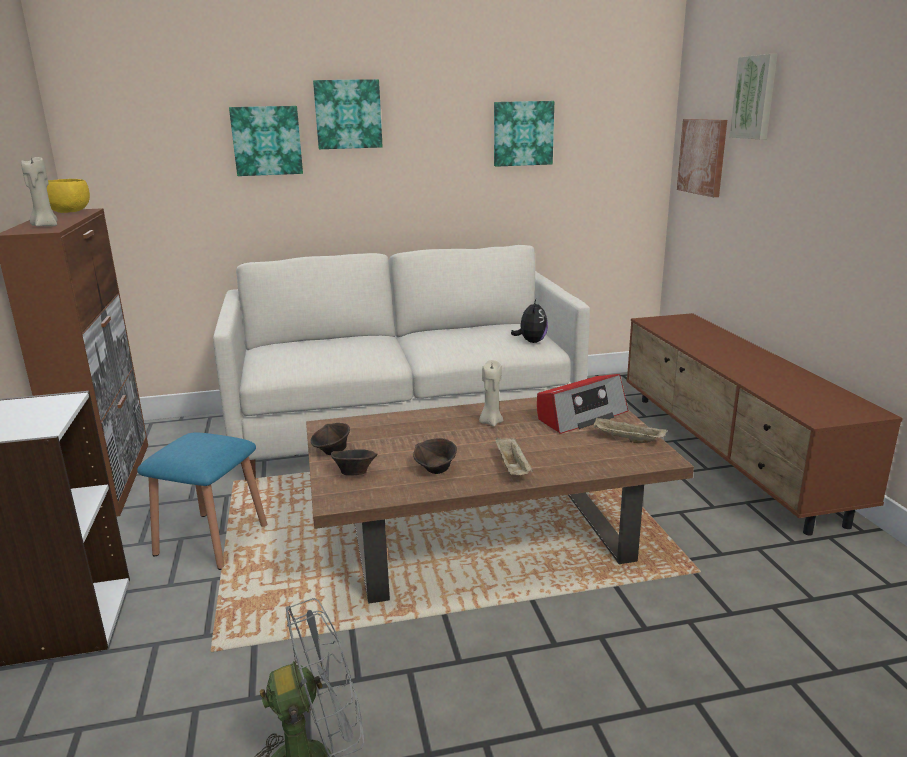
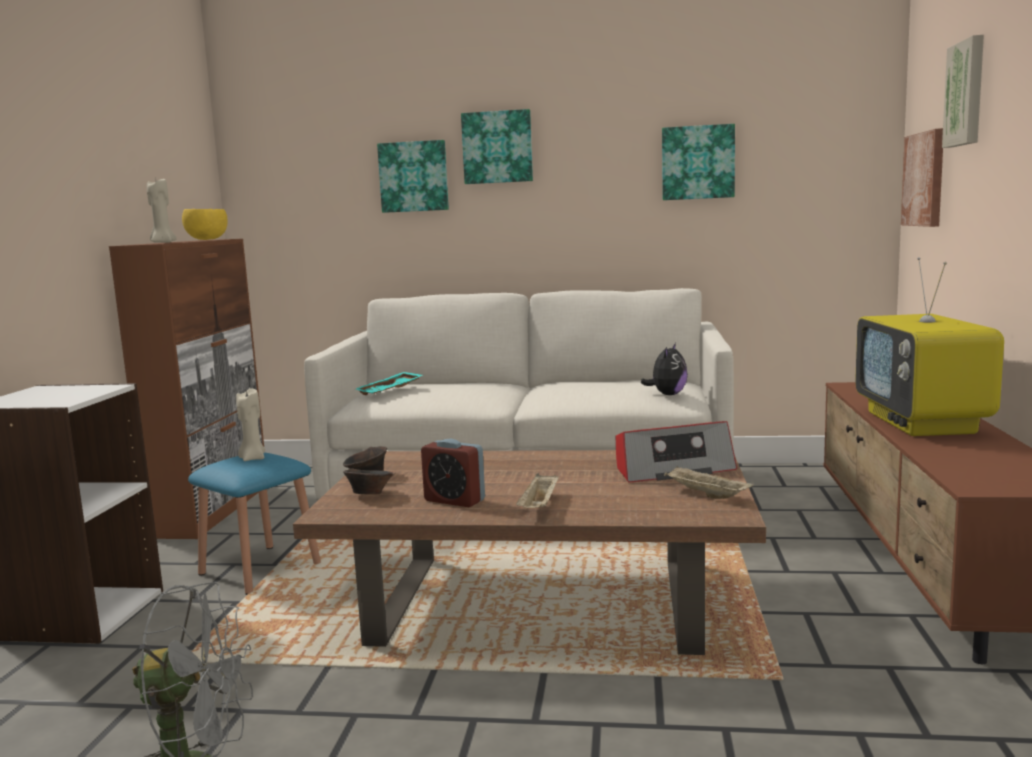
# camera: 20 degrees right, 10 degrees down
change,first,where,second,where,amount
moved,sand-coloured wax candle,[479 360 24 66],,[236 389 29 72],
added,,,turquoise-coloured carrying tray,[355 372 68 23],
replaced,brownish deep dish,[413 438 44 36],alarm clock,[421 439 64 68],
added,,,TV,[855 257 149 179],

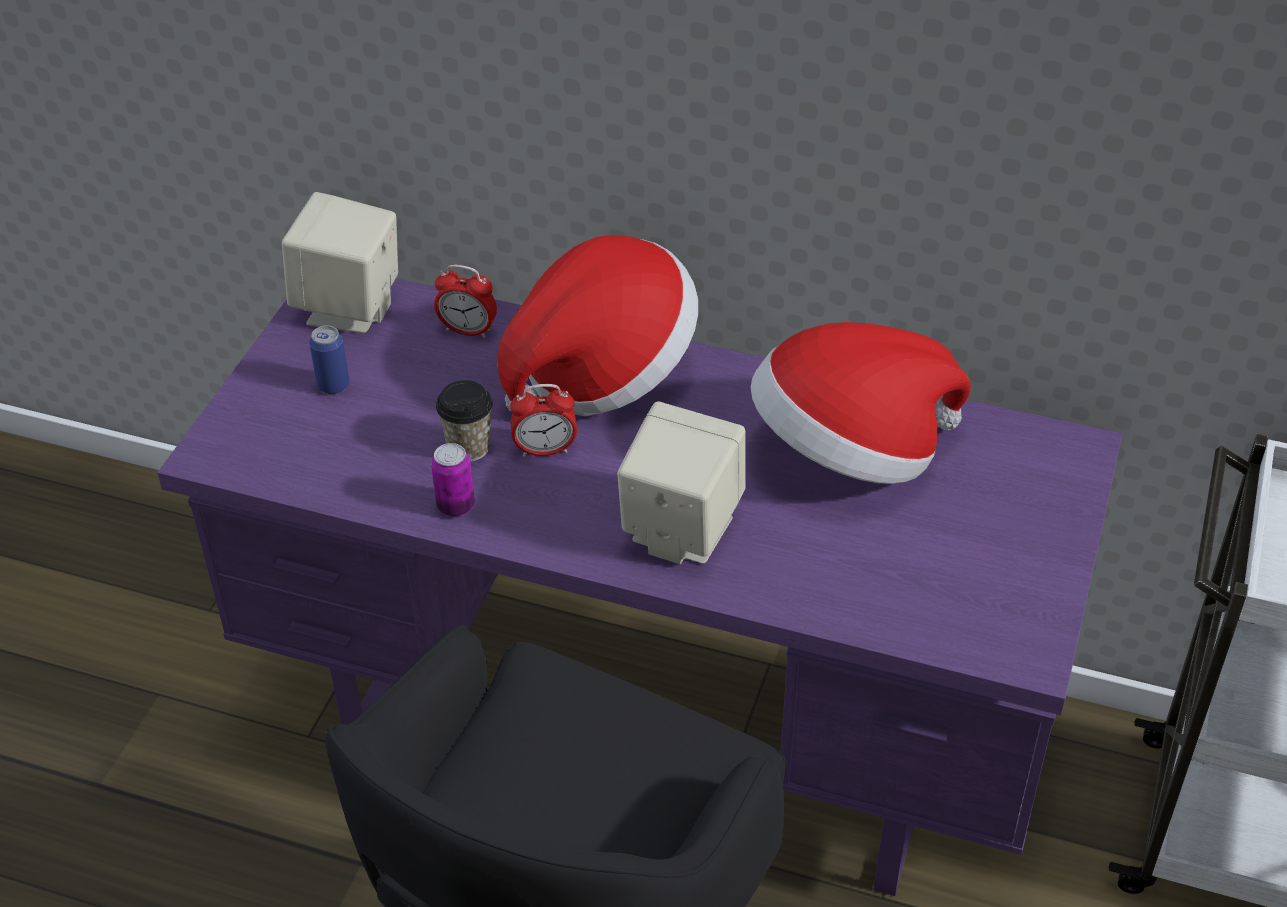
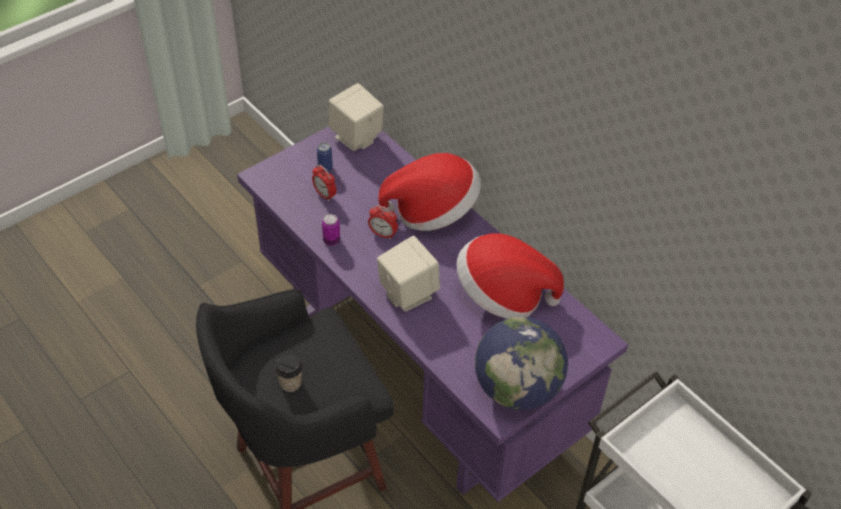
# camera: 30 degrees right, 5 degrees up
change,first,where,second,where,amount
moved,cup,[436 380 57 82],,[275 354 28 38],
moved,alarm clock,[434 264 63 74],,[312 165 24 37],
added,,,desk globe,[475 317 93 93],

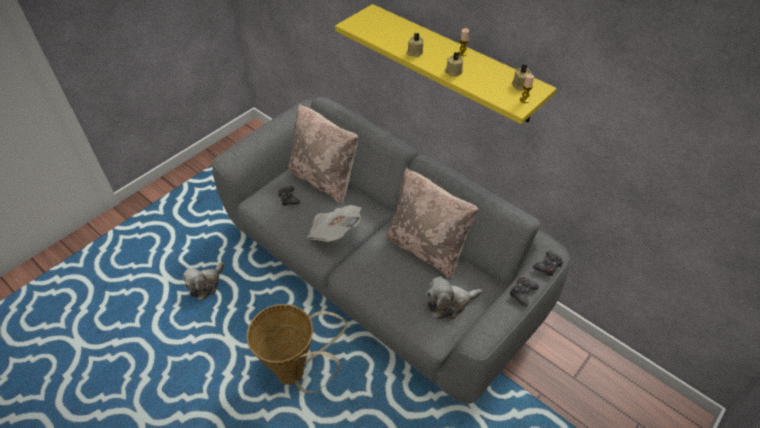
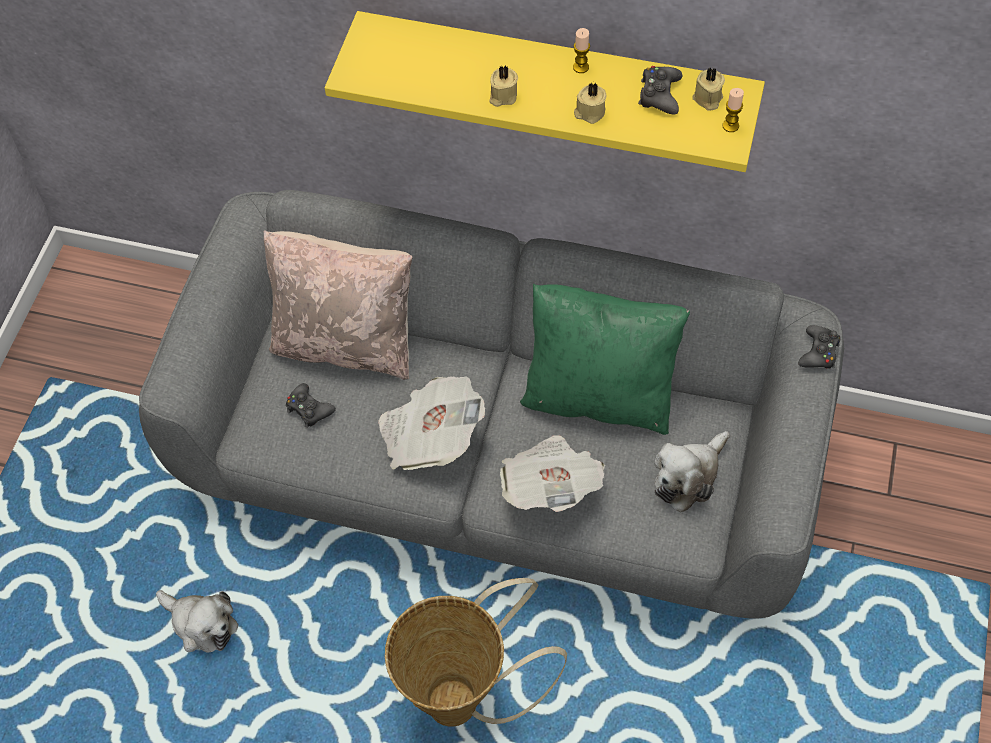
# camera: 25 degrees left, 10 degrees up
change,first,where,second,where,amount
turned,cuddly toy,[183 262 41 38],,[156 590 82 62],60 degrees counterclockwise
added,,,newspaper,[500 435 105 77],
recoloured,sand-coloured throw pillow,[386 168 92 111],green throw pillow,[520 284 170 151],
moved,black game controller,[509 277 30 30],,[638 66 44 48],

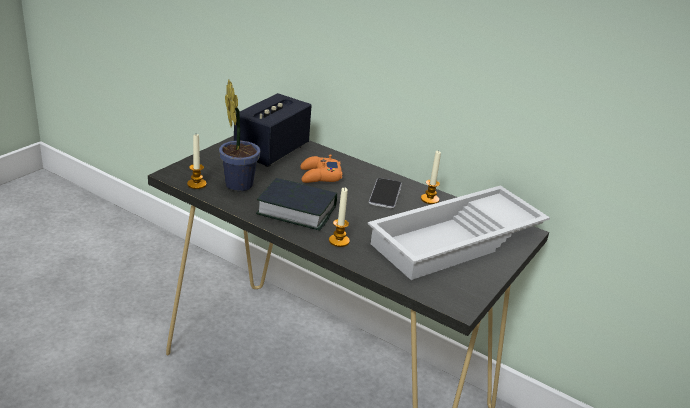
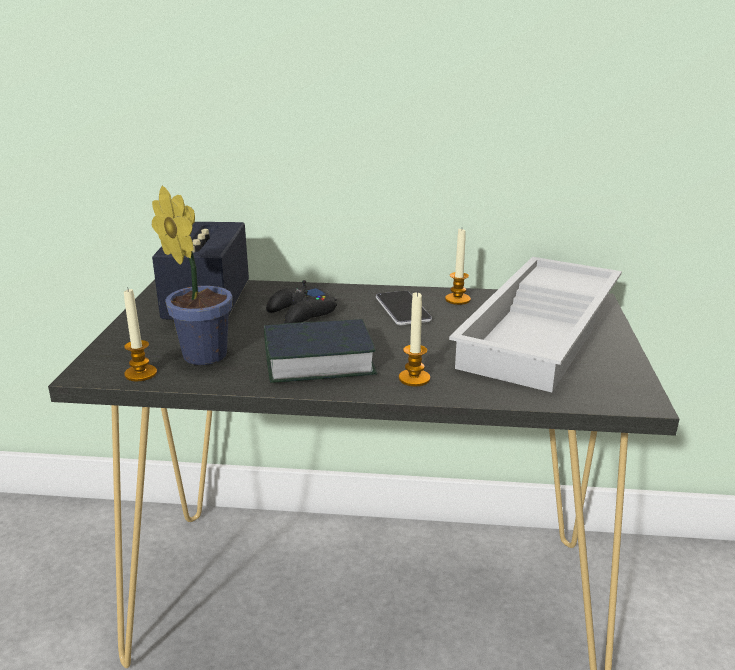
# camera: 25 degrees left, 5 degrees down
change,first,where,second,where,amount
recoloured,orangey game controller,[300 154 42 29],black game controller,[266 280 71 43],

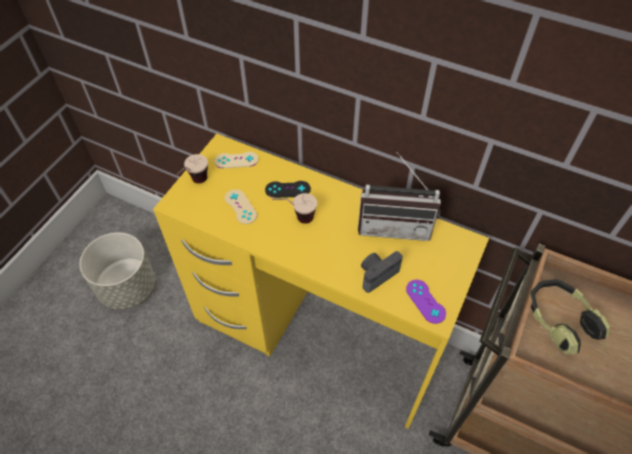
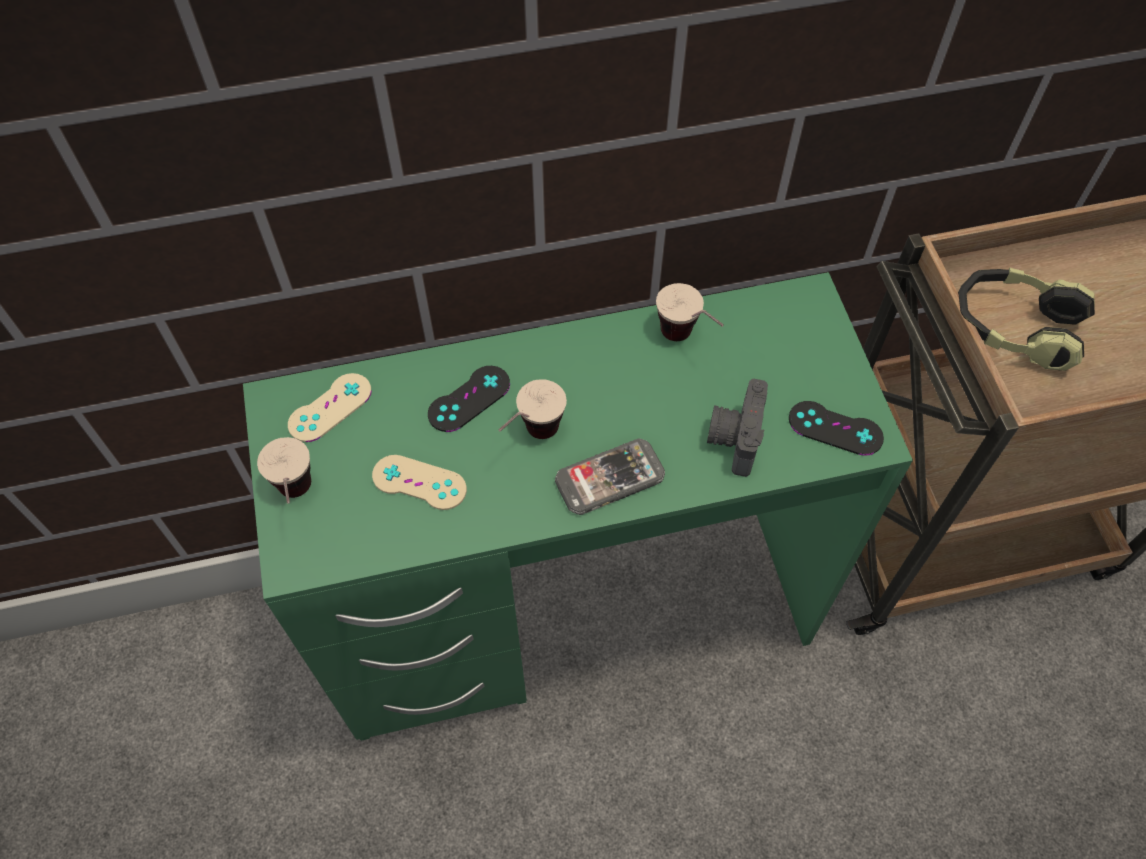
# camera: 40 degrees left, 5 degrees up
change,first,where,second,where,amount
recoloured,yellowish desk,[153 134 336 295],green desk,[243 272 670 469],
added,,,telephone,[555 438 110 77],
replaced,radio,[358 152 83 89],cup,[656 283 68 58],
recoloured,purple game controller,[406 280 40 44],black game controller,[789 401 95 55],
removed,gray flower pot,[80 232 75 78],,,

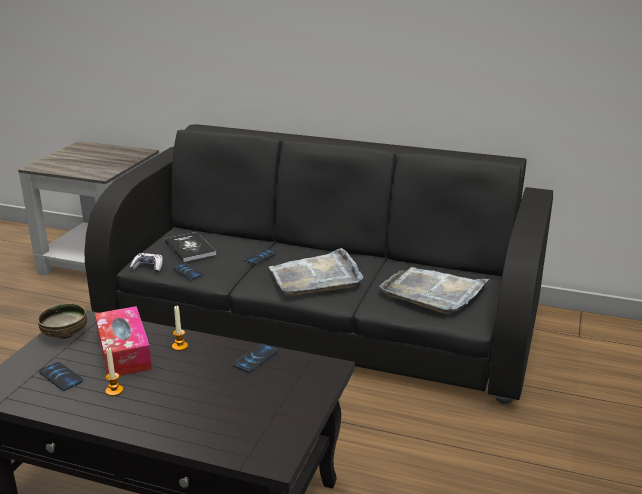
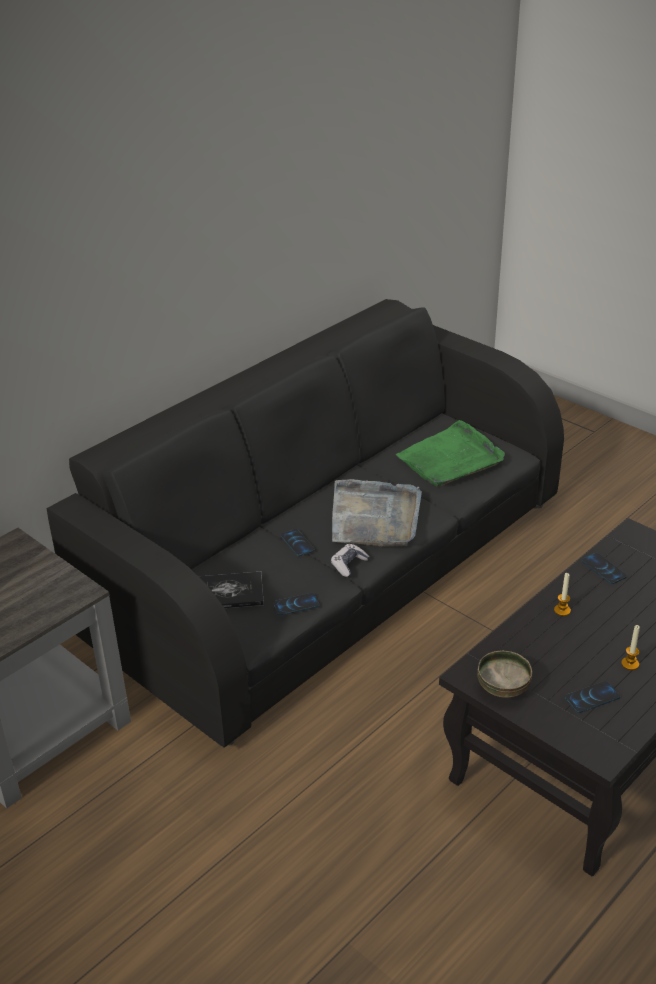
# camera: 65 degrees left, 10 degrees up
change,first,where,second,where,amount
moved,game controller,[130 253 33 19],,[331 544 38 33],
recoloured,gray carrying tray,[379 267 110 47],green carrying tray,[396 420 109 67],
removed,box of tissues,[95 306 57 70],,,

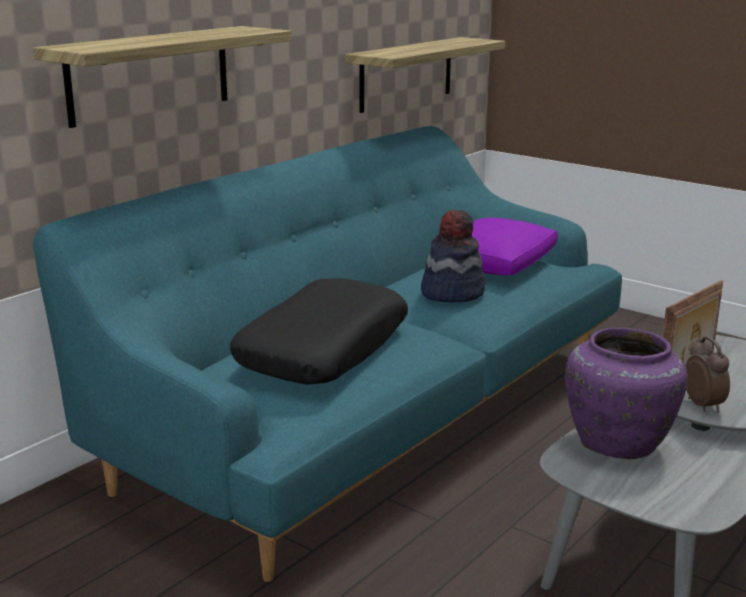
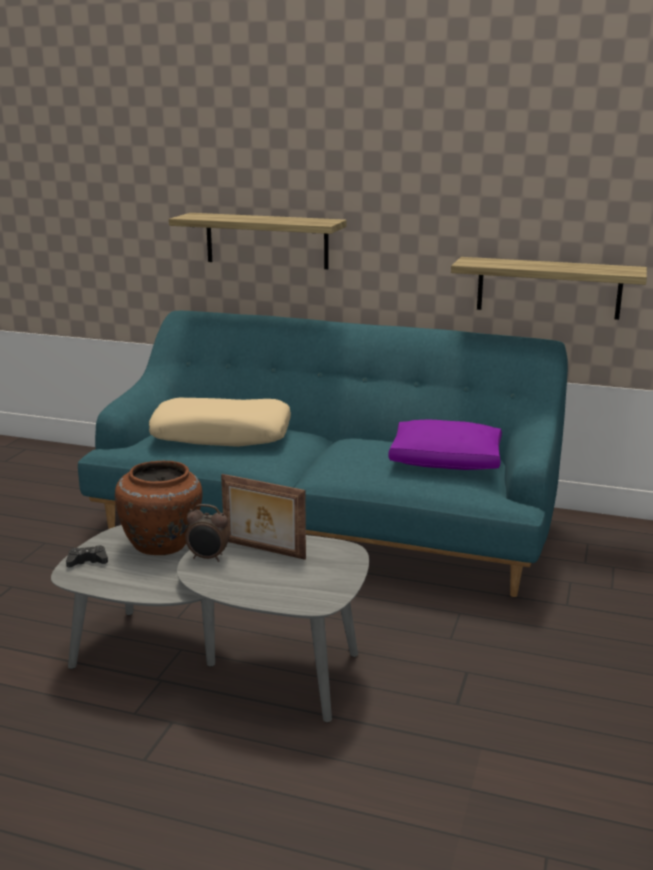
# camera: 70 degrees right, 0 degrees up
change,first,where,second,where,amount
added,,,black game controller,[66 545 42 22],
recoloured,purple decorative vase,[565 328 123 131],brownish decorative vase,[115 461 87 94],
recoloured,black throw pillow,[230 278 178 107],sand-coloured throw pillow,[149 398 142 49],
turned,alarm clock,[685 337 45 75],,[185 504 45 58],45 degrees clockwise
removed,hat,[421 210 64 93],,,

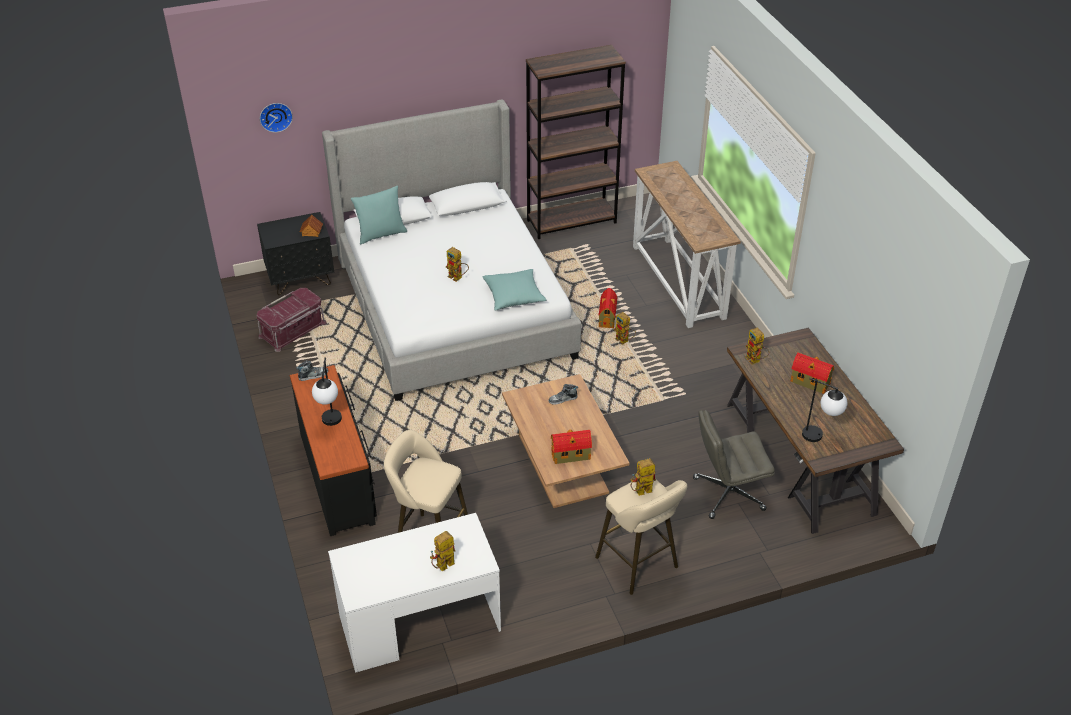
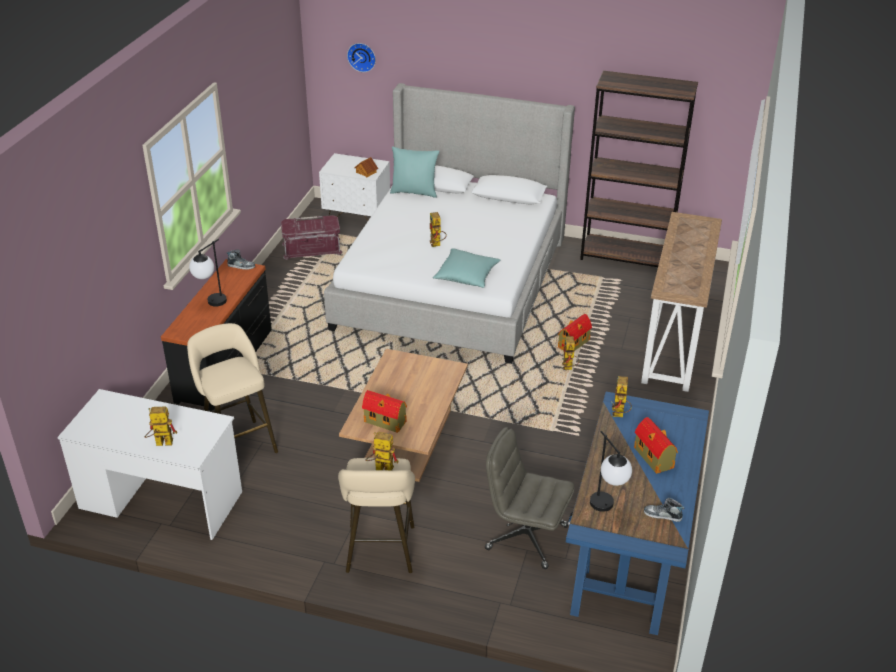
# camera: 35 degrees right, 5 degrees down
change,first,where,second,where,amount
recoloured,black night table,[257 212 77 83],white night table,[319 153 71 68],
recoloured,brownish desk,[727 327 177 207],bluish desk,[566 392 143 243],
moved,item of footwear,[549 384 29 21],,[644 498 40 24],

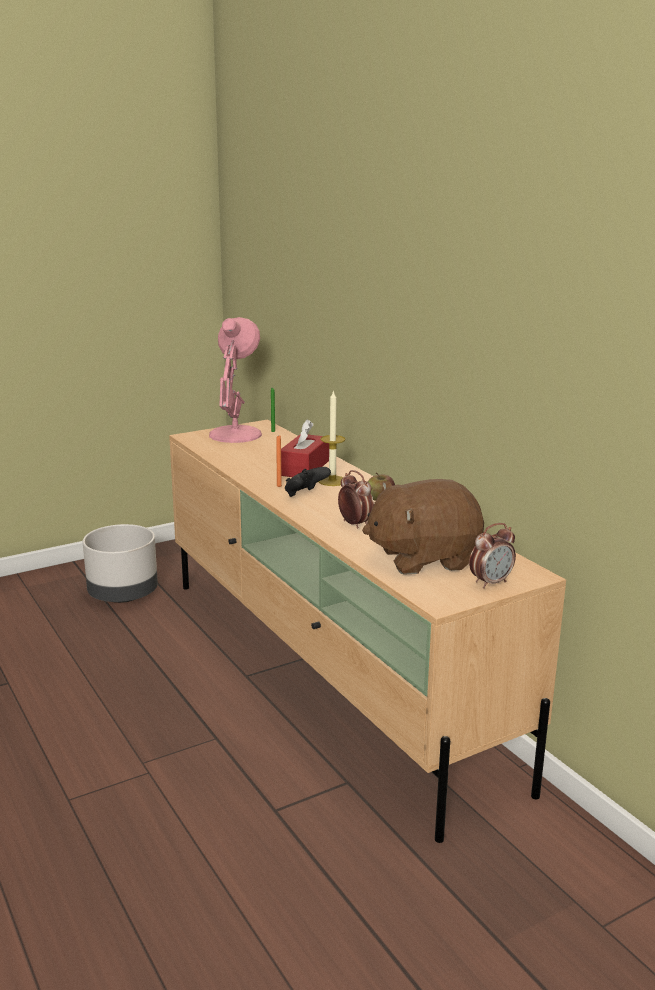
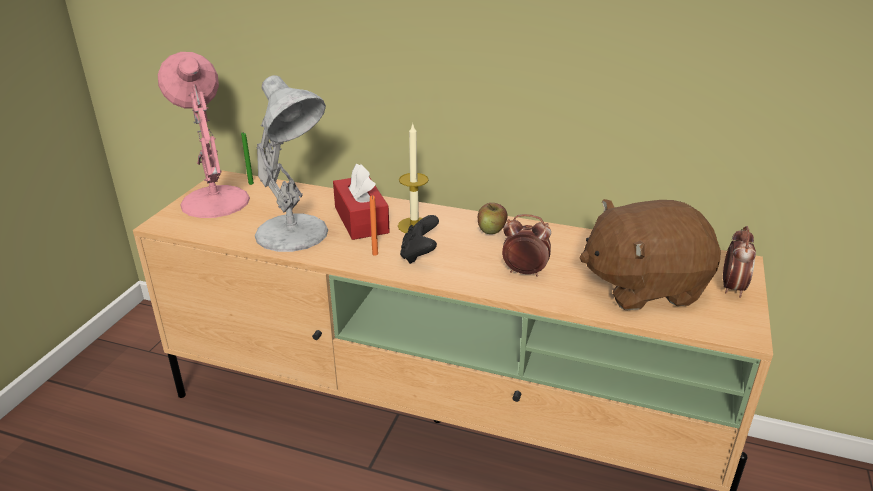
# camera: 40 degrees left, 10 degrees up
change,first,where,second,where,amount
added,,,white tabletop lamp,[255 75 73 177],
turned,brownish cuddly toy,[362 479 122 96],,[580 199 141 111],45 degrees clockwise
removed,gray flower pot,[83 524 75 79],,,

